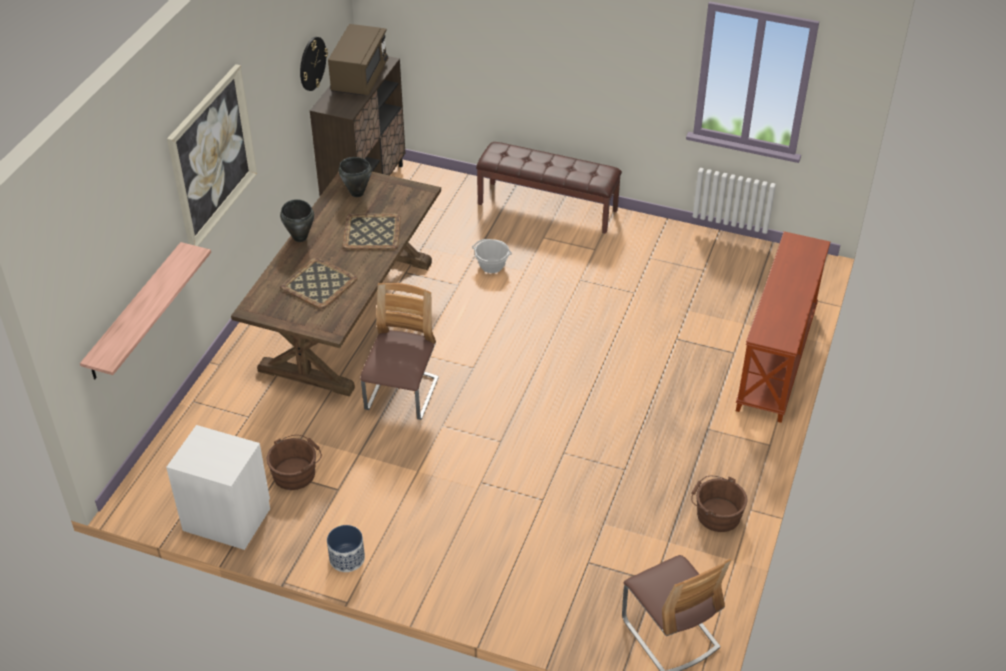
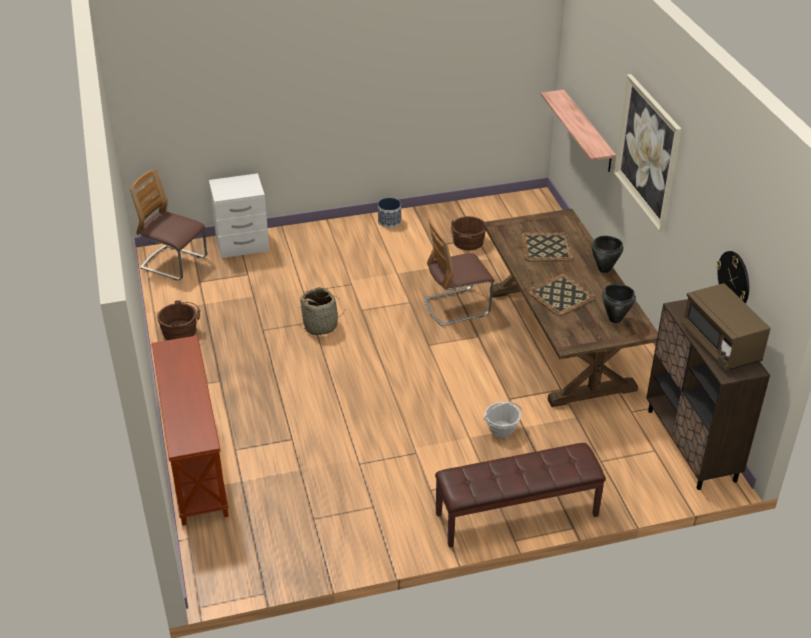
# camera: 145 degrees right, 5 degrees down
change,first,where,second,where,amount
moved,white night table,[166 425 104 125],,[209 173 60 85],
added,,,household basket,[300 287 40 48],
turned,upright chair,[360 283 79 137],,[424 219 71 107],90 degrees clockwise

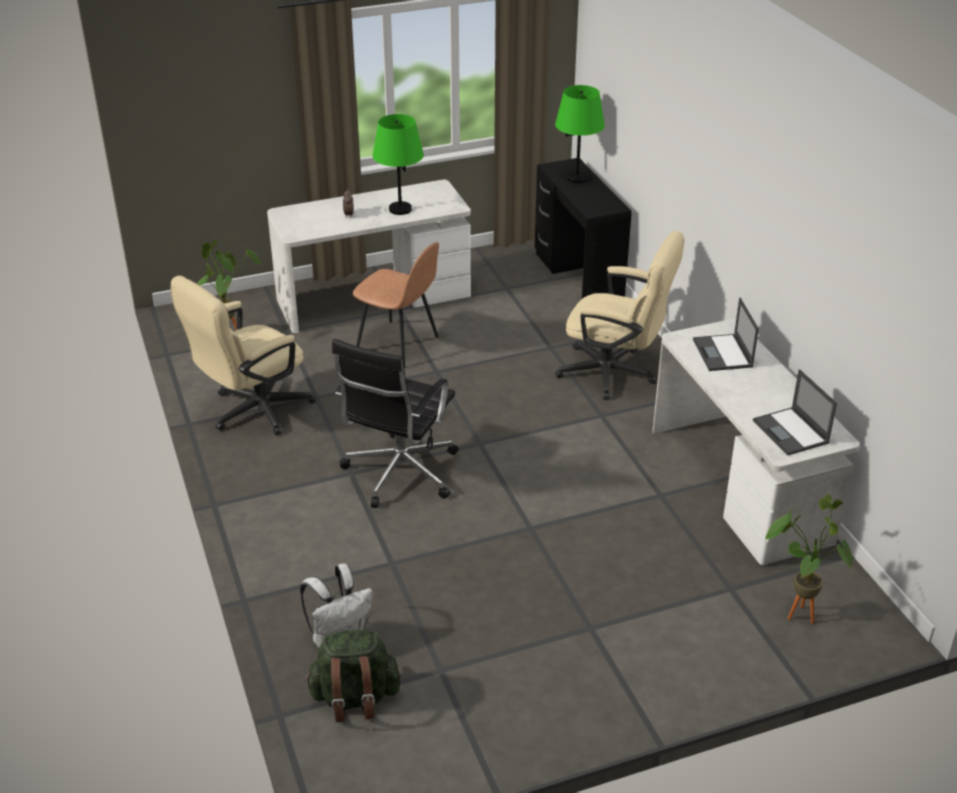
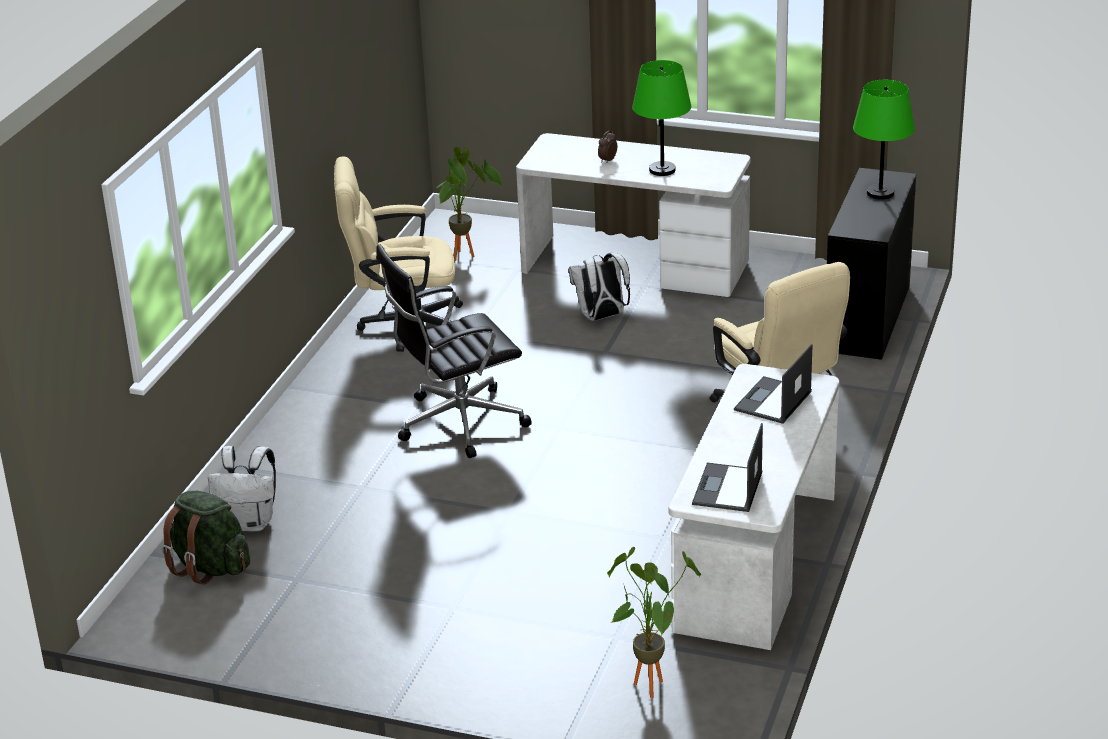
# camera: 40 degrees right, 5 degrees down
change,first,where,second,where,amount
replaced,brownish upright chair,[353 242 86 126],white rucksack,[569 253 61 68],

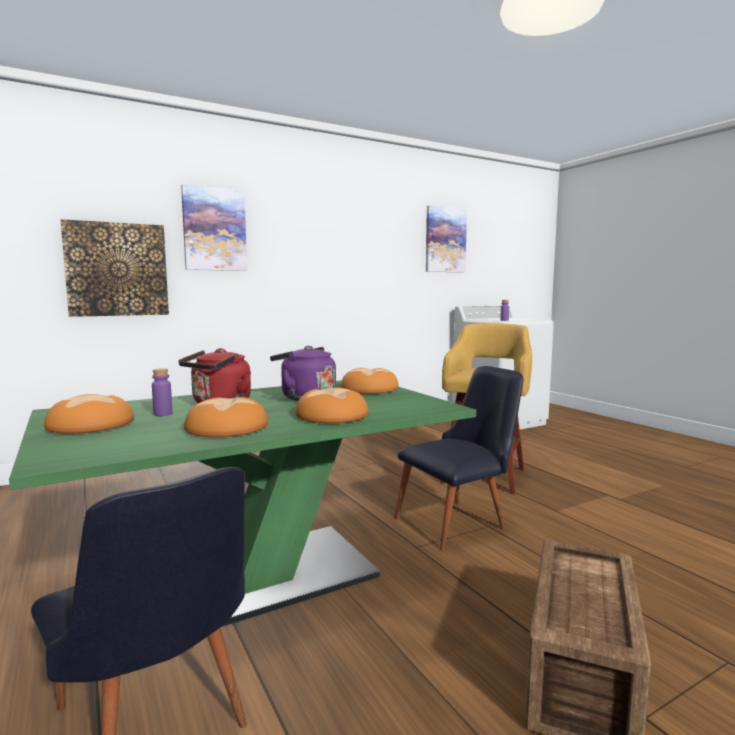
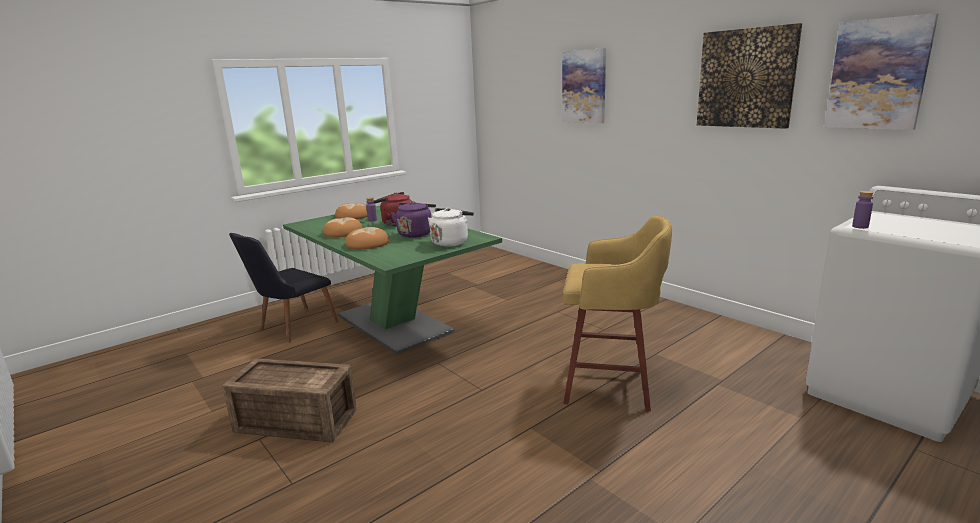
# camera: 80 degrees right, 10 degrees up
change,first,where,second,where,amount
replaced,baked bread,[341 368 58 26],white tea kettle,[428 208 46 39],
moved,wall art,[61 219 108 98],,[697 23 105 106],
removed,black upright chair,[395 366 129 185],,,

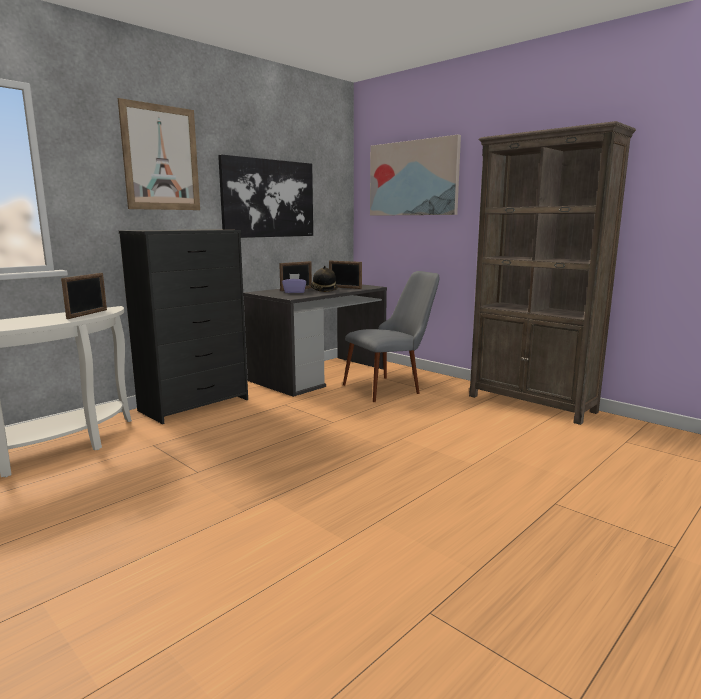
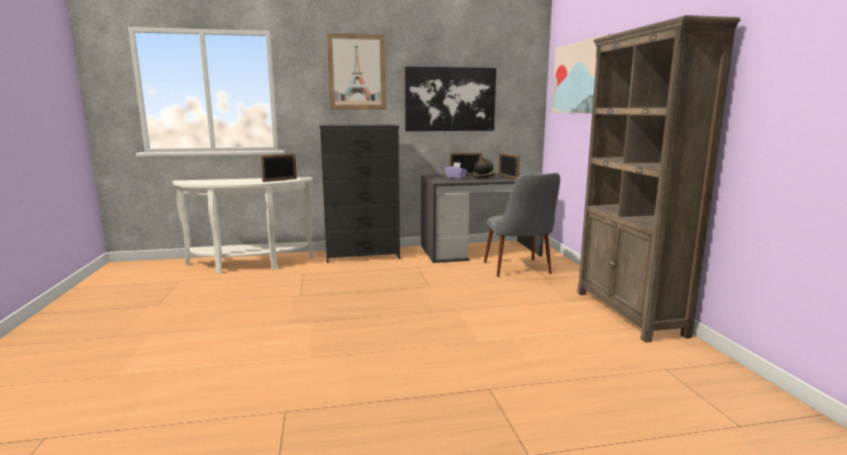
# camera: 35 degrees right, 0 degrees up
change,first,where,second,where,amount
turned,gray upright chair,[343 271 96 131],,[484 173 76 104],75 degrees clockwise

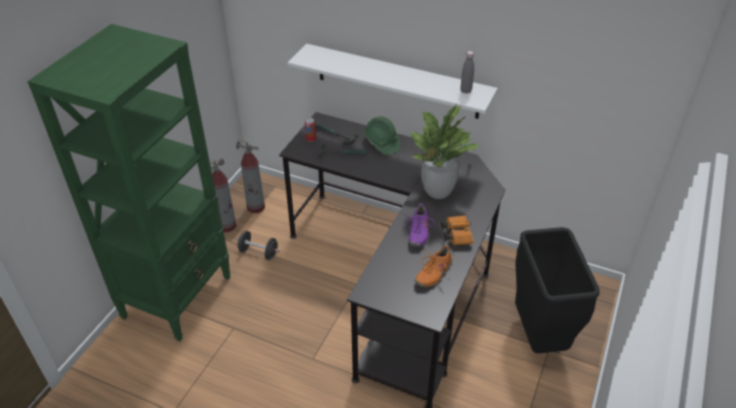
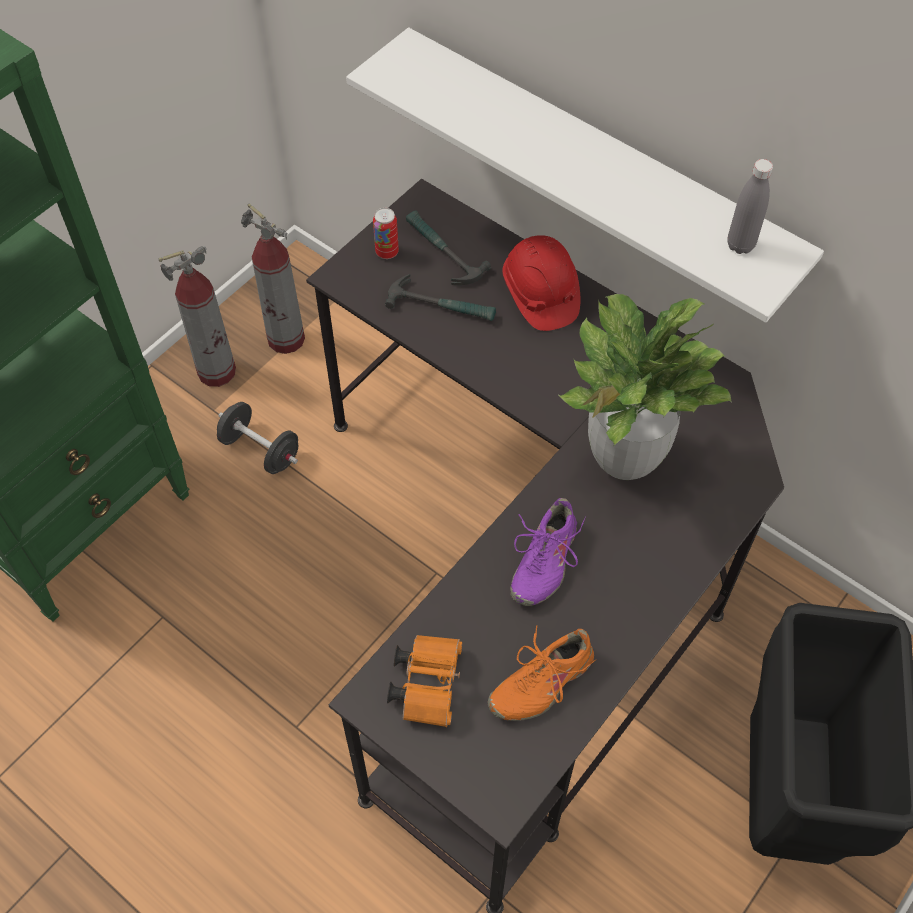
# camera: 15 degrees right, 15 degrees up
change,first,where,second,where,amount
moved,orangey binoculars,[441 215 32 30],,[387 635 75 92],
recoloured,green hard hat,[364 116 36 39],red-coloured hard hat,[503 235 77 96],

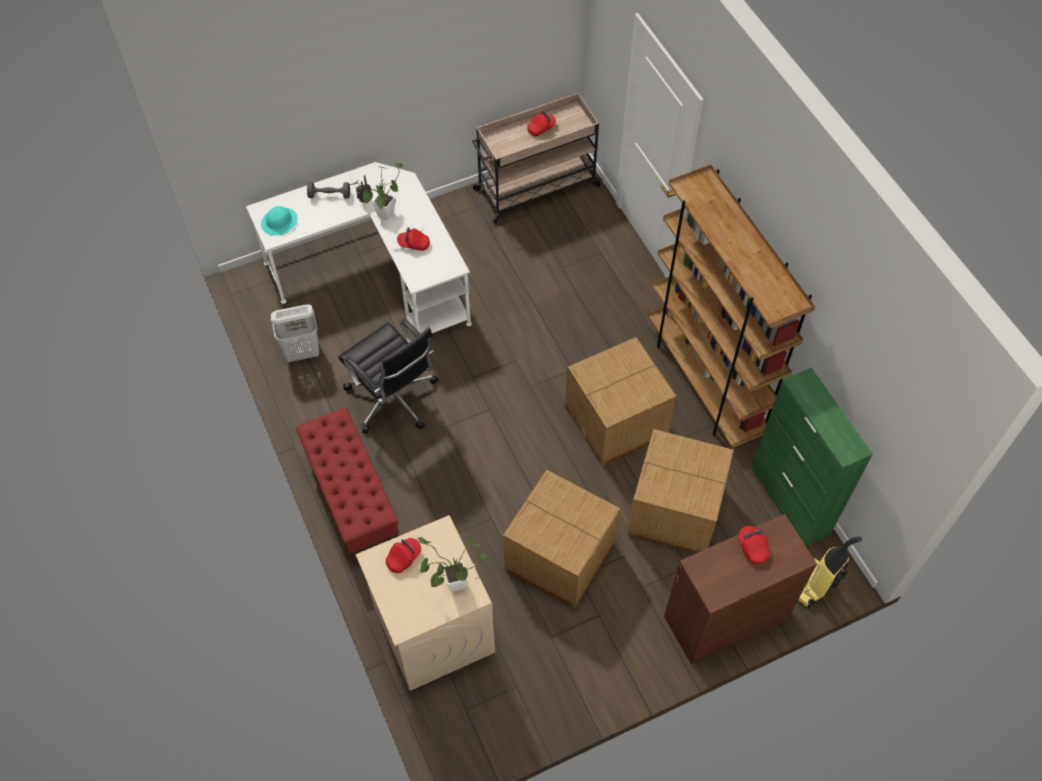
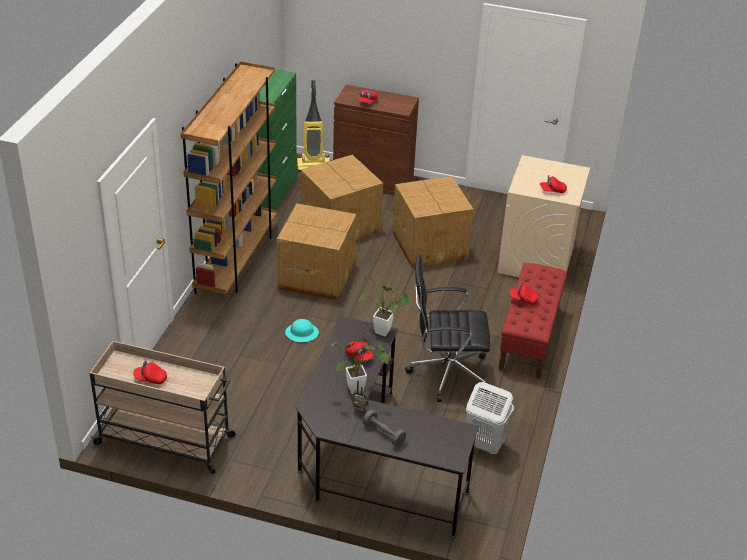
# camera: 140 degrees left, 20 degrees down
change,first,where,second,where,amount
moved,turquoise-coloured hard hat,[261 206 37 30],,[285 319 34 23],
recoloured,white desk,[246 162 226 172],black desk,[295 316 184 222],
moved,houseplant,[418 537 71 55],,[359 276 51 60],
turned,black desk chair,[338 319 100 115],,[405 254 85 148],90 degrees counterclockwise
added,,,red-coloured peaked cap,[510 282 29 23],

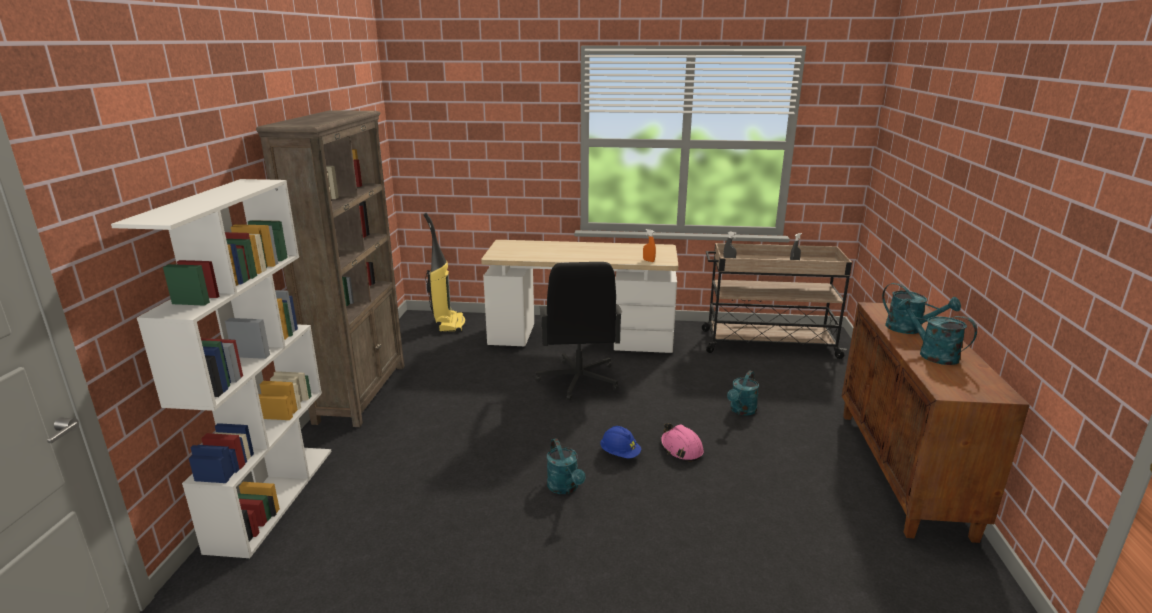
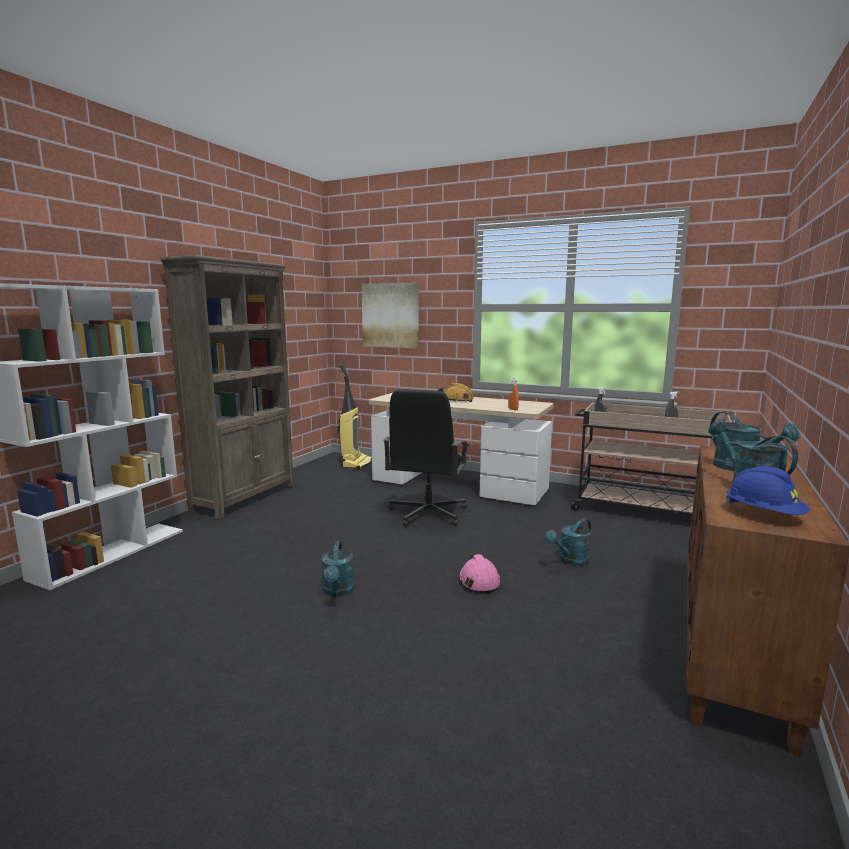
# camera: 20 degrees right, 10 degrees down
change,first,where,second,where,amount
added,,,wall art,[361 283 58 65],
added,,,orangey hard hat,[438 383 36 19],
moved,bluish hard hat,[600 426 41 32],,[726 466 84 49],

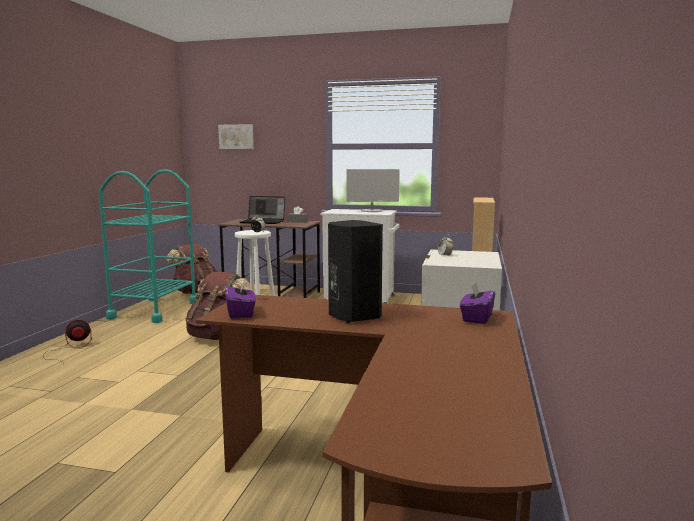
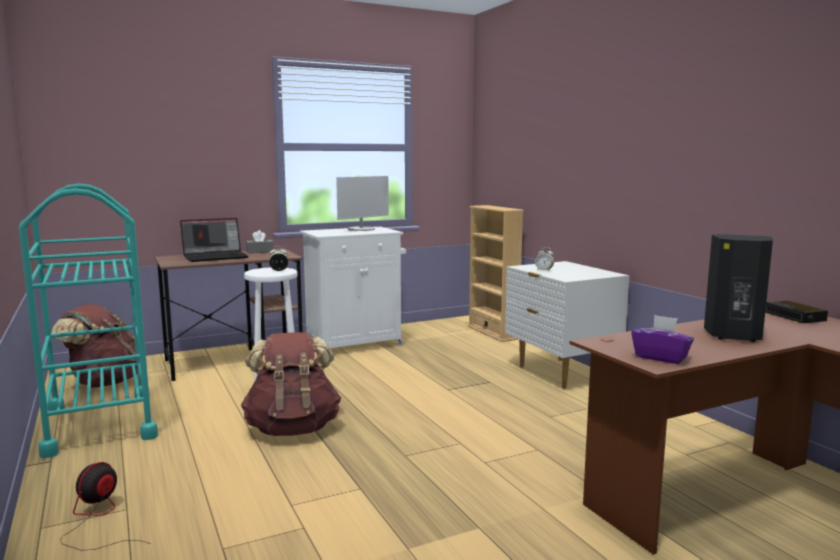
# camera: 40 degrees left, 0 degrees up
change,first,where,second,where,amount
replaced,purple box of tissues,[460 282 35 42],alarm clock,[765 301 63 22],
removed,wall art,[218 124 36 25],,,

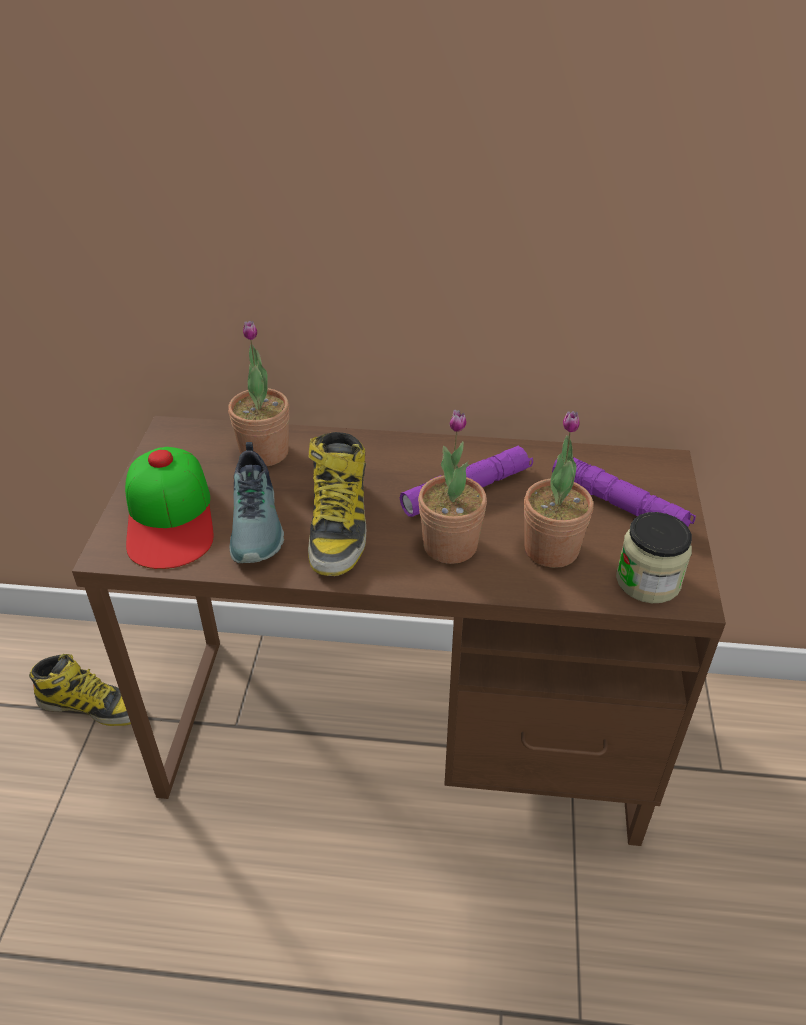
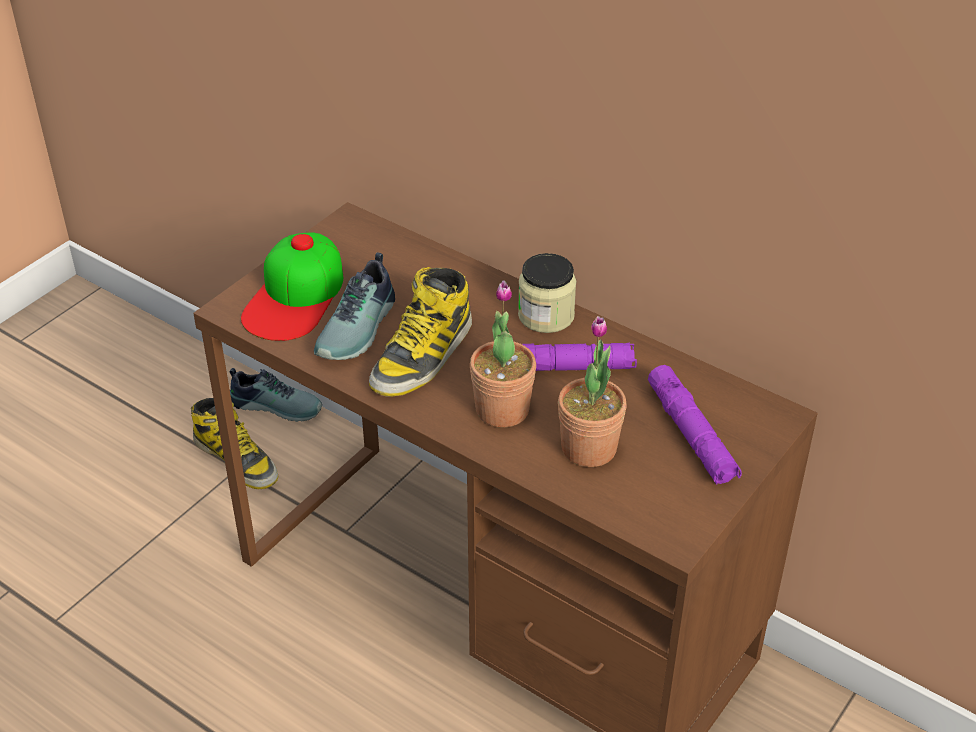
# camera: 30 degrees right, 0 degrees up
change,first,where,second,where,amount
added,,,item of footwear,[230 368 92 54],
moved,preserve jar,[616 512 76 91],,[518 253 58 80],
removed,houseplant,[228 321 61 145],,,

